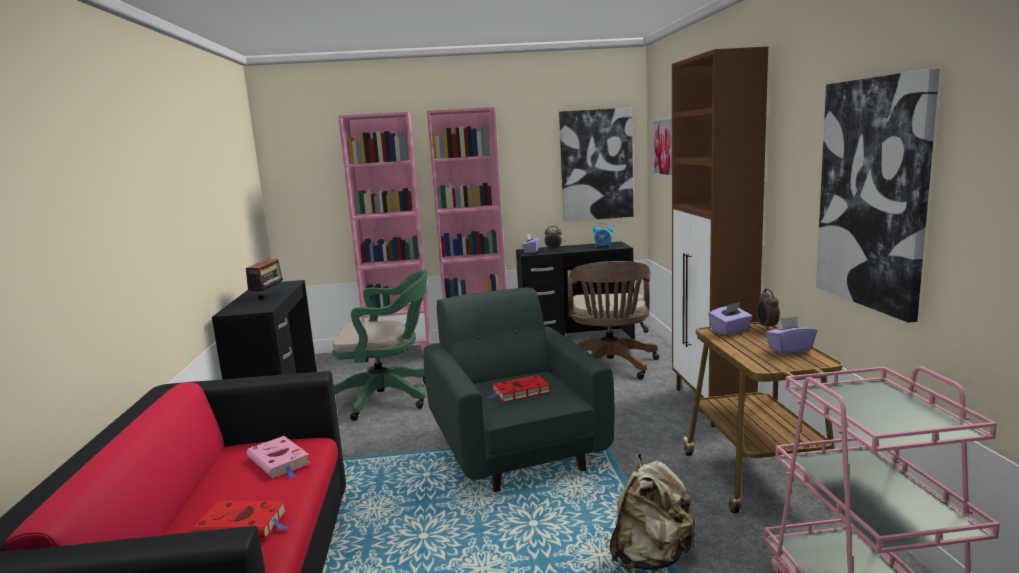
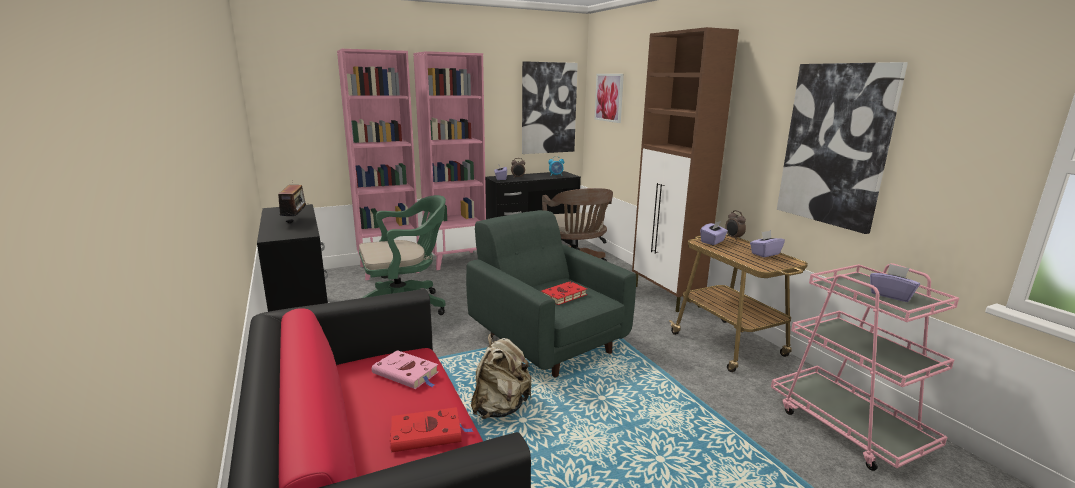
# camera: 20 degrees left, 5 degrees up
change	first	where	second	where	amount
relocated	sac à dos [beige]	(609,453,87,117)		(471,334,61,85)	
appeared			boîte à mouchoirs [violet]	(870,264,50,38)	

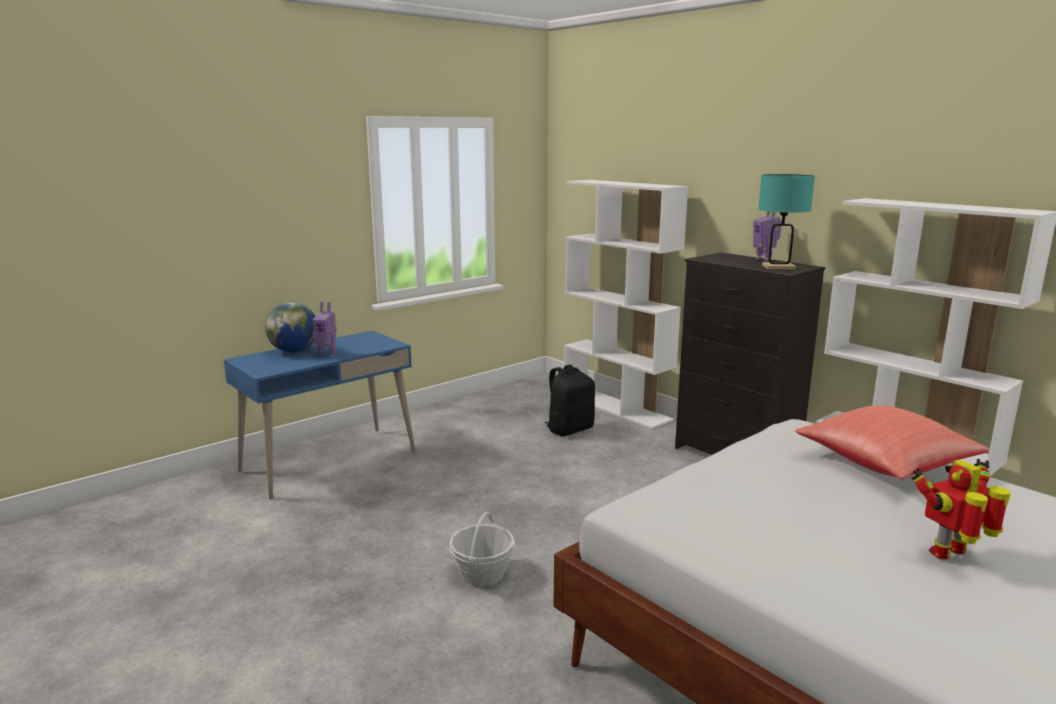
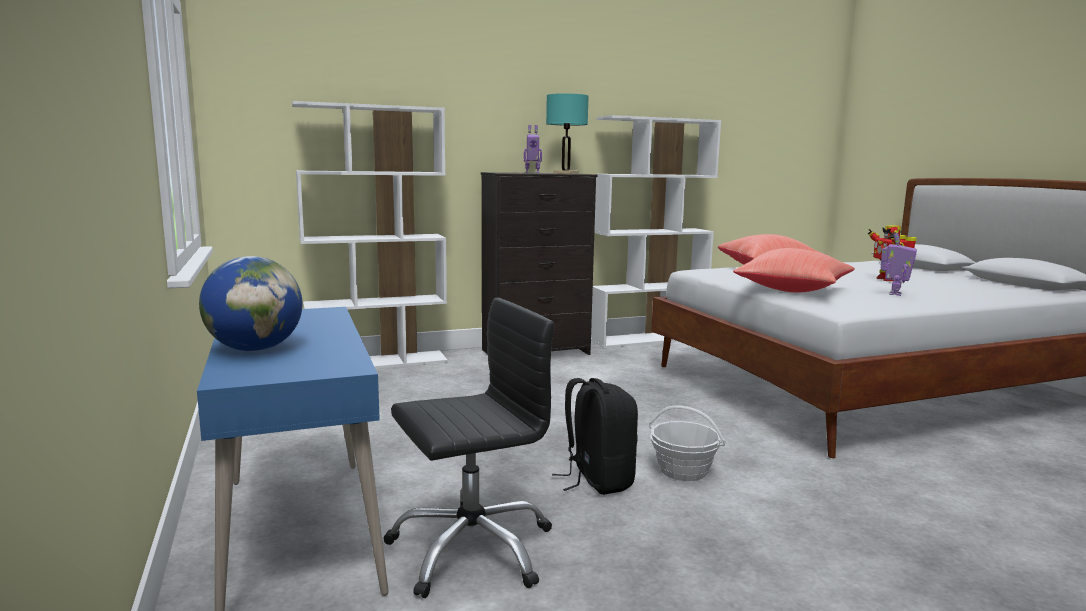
# camera: 70 degrees left, 5 degrees down
change	first	where	second	where	amount
appeared			chaise de bureau [noir]	(383,298,172,300)	
relocated	sac à dos [noir]	(545,364,50,72)		(552,378,86,117)	
appeared			coussin [rouge]	(733,248,122,45)	
relocated	robot jouet	(313,302,24,56)		(881,233,36,63)	

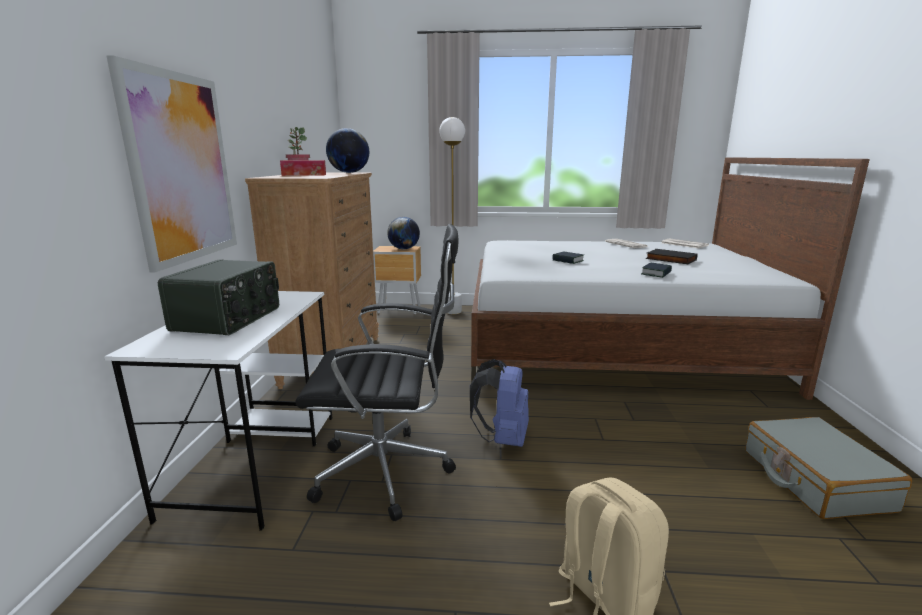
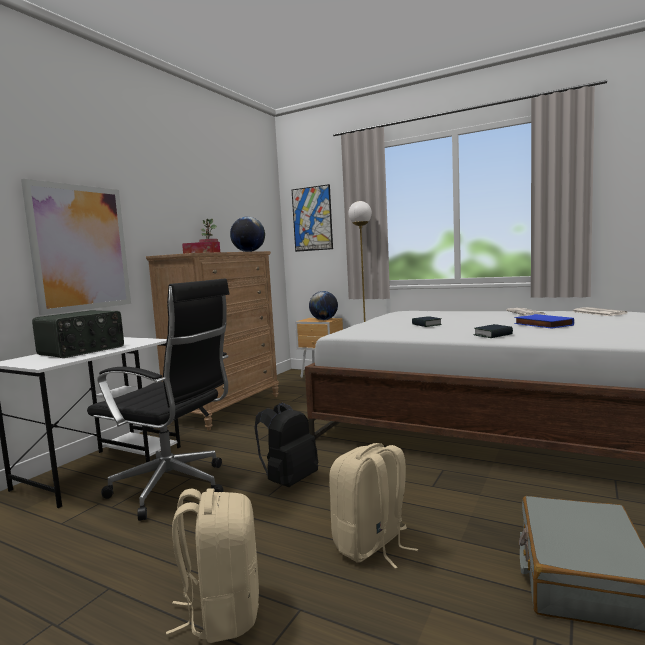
# camera: 25 degrees right, 10 degrees down
change	first	where	second	where	amount
colour	sac à dos [bleu]	(470,359,59,88)	sac à dos [noir]	(254,403,64,84)	
appeared			tableau	(292,184,41,68)	
appeared			sac à dos [beige]	(329,443,89,126)	
colour	livre [noir]	(645,249,53,15)	livre [bleu]	(514,314,60,15)	

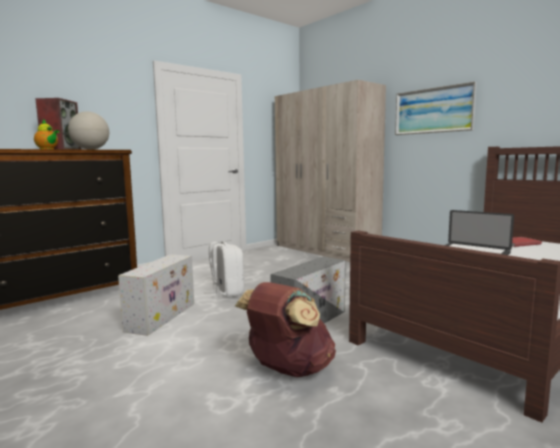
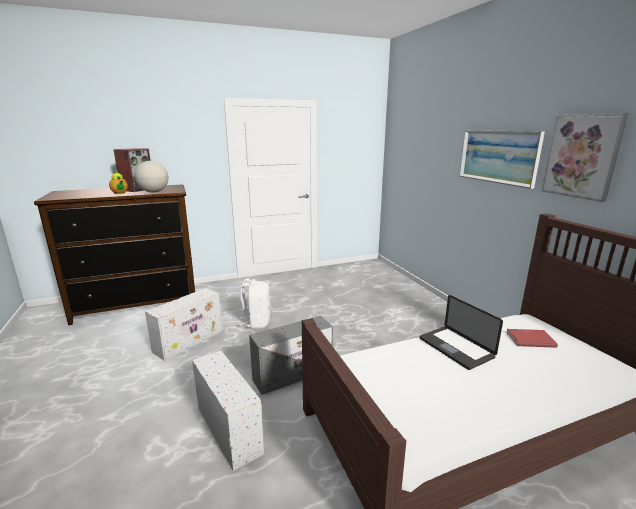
# camera: 20 degrees right, 10 degrees up
change	first	where	second	where	amount
exchanged	sac à dos [marron]	(235,282,101,95)	boîte de rangement [blanc]	(192,350,72,121)	
appeared			tableau	(541,113,88,89)	
missing	armoire [beige]	(275,80,111,182)			

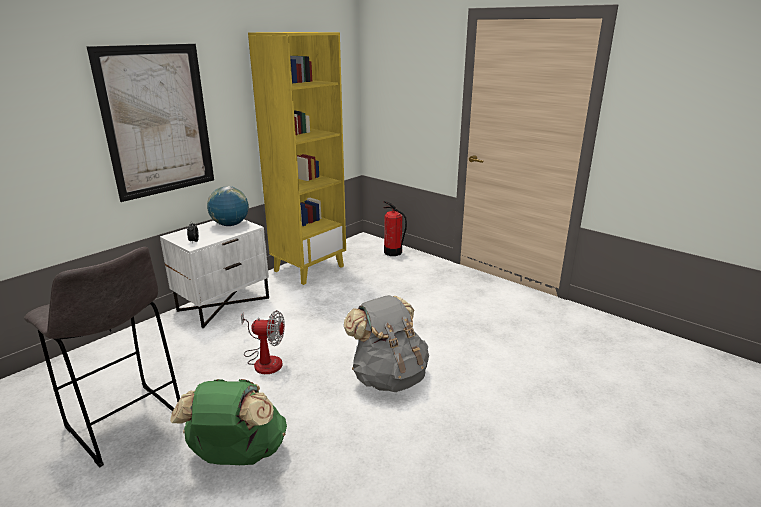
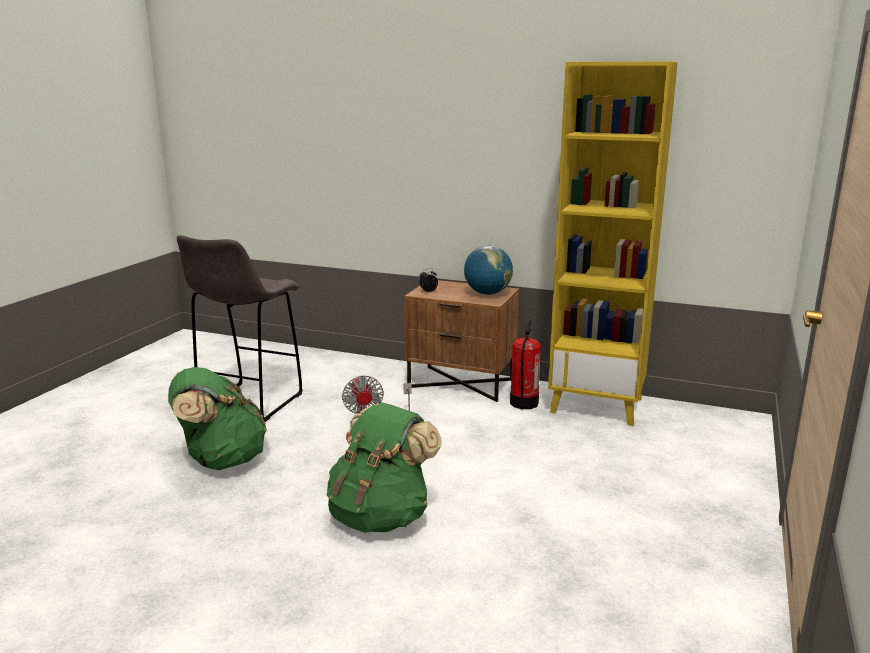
# camera: 70 degrees right, 5 degrees down
change	first	where	second	where	amount
colour	sac à dos [gris]	(344,295,85,97)	sac à dos [vert]	(327,403,115,130)	
colour	table de chevet [blanc]	(160,220,109,108)	table de chevet [marron]	(404,280,115,122)	
relocated	extincteur	(383,201,24,55)		(510,320,31,89)	
missing	tableau	(86,44,128,158)			

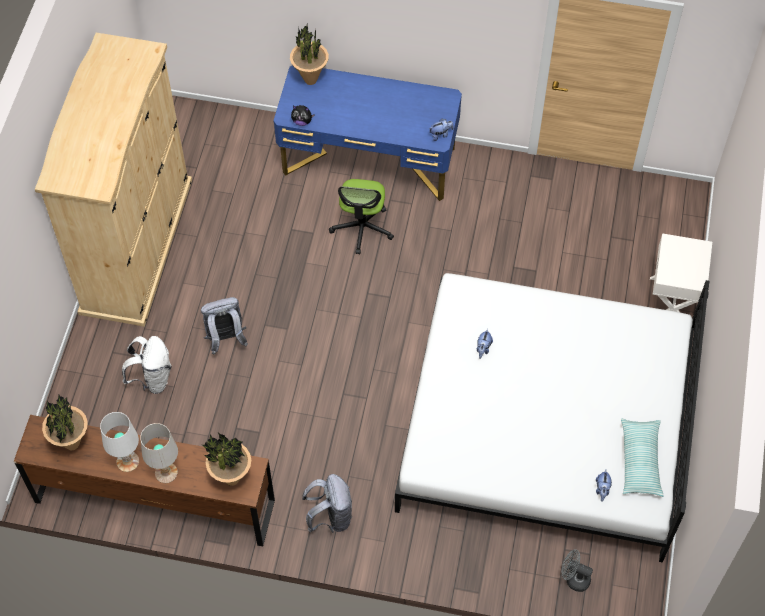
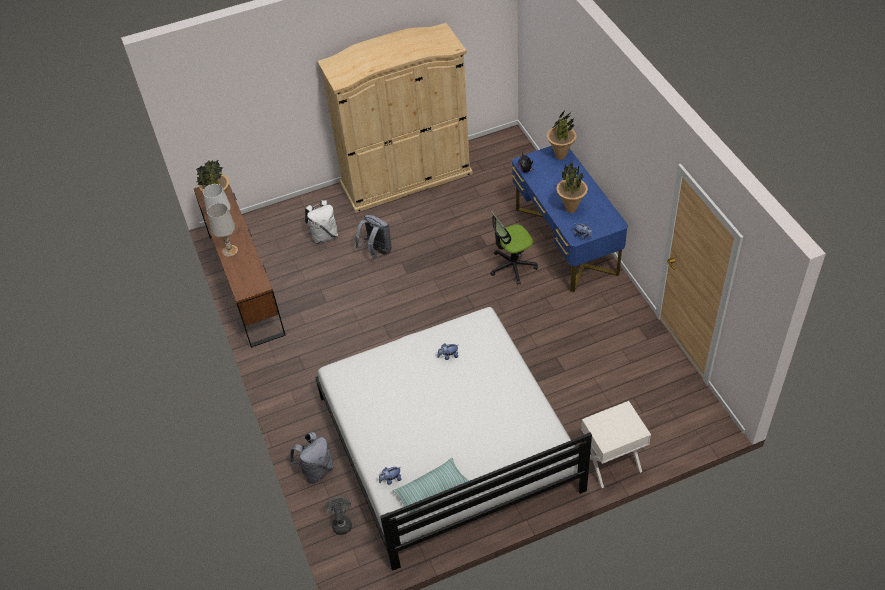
# camera: 60 degrees right, 10 degrees down
change	first	where	second	where	amount
relocated	sac à dos [gris]	(302,474,50,59)		(290,432,44,52)	
relocated	plante en pot	(202,433,49,53)		(556,161,32,52)	

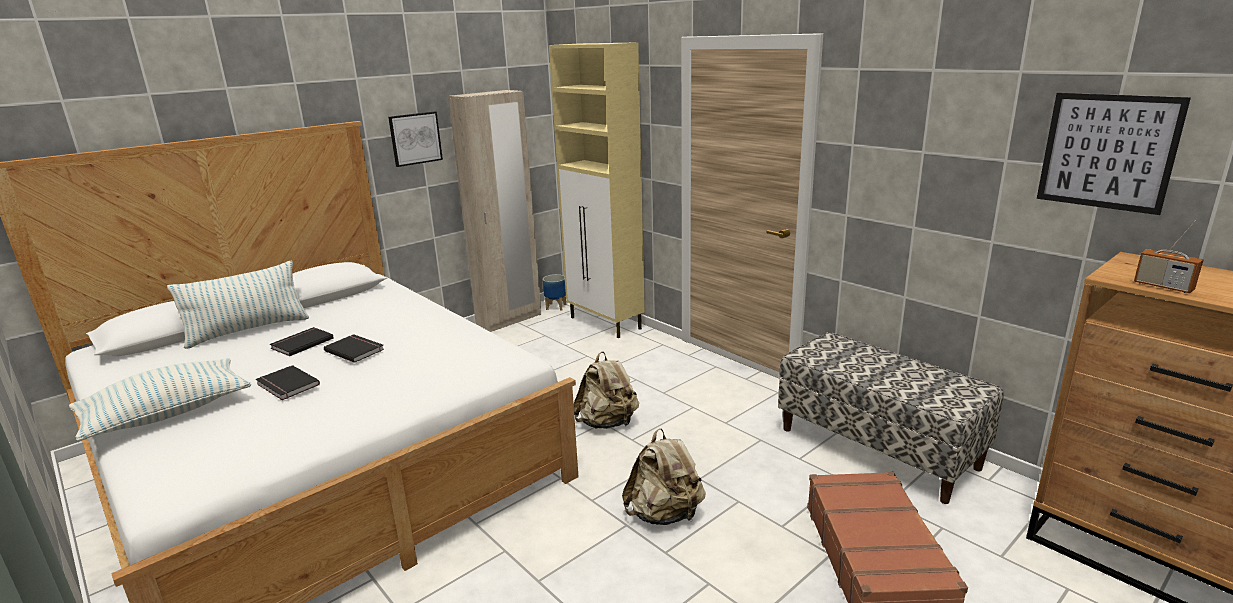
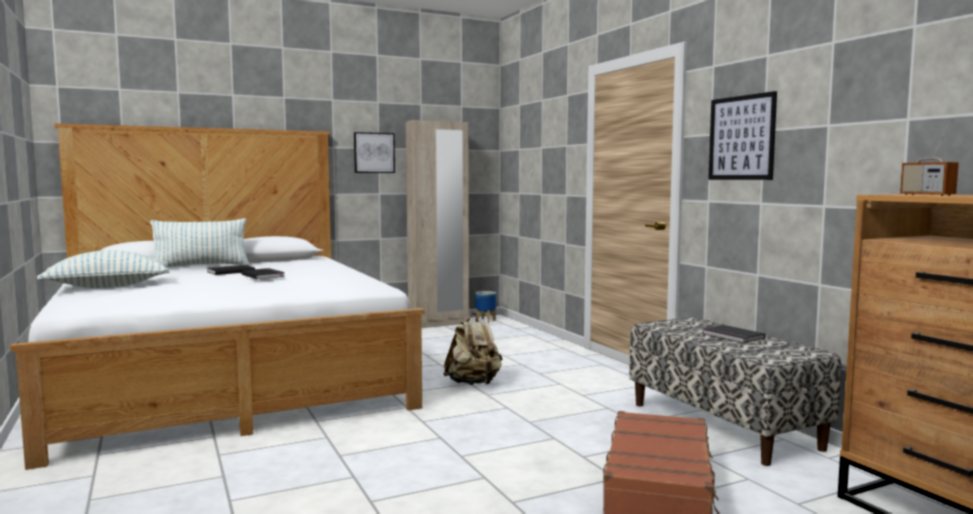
# camera: 15 degrees right, 15 degrees down
change	first	where	second	where	amount
relocated	livre [noir]	(256,365,64,35)		(702,325,63,18)	
relocated	tableau	(1037,93,154,122)		(708,91,69,89)	
missing	meuble de rangement [beige]	(549,42,96,296)			
missing	sac à dos [beige]	(622,428,84,97)			

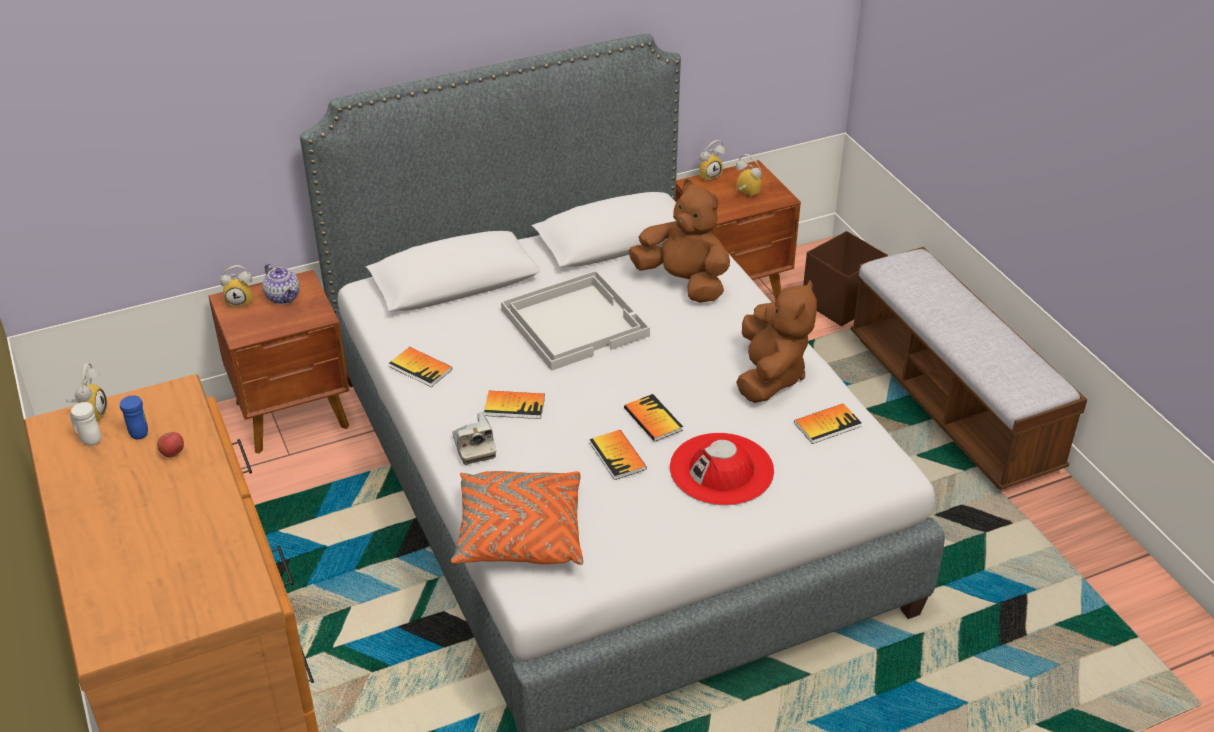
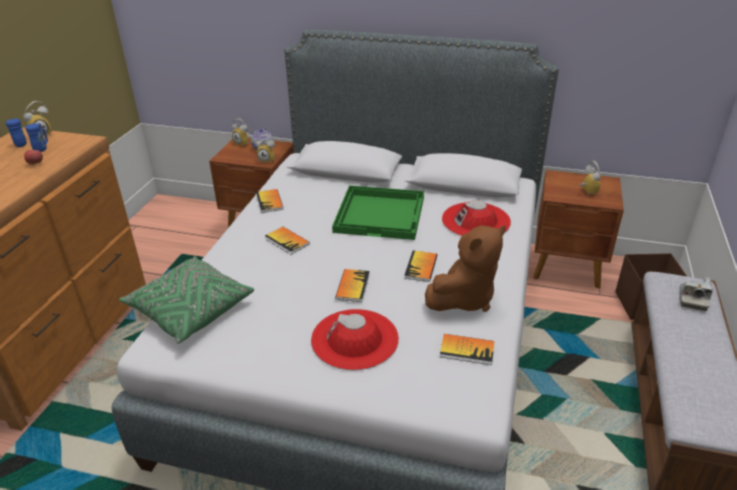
# camera: 40 degrees right, 5 degrees down
change	first	where	second	where	amount
colour	mug [blanc]	(70,402,31,44)	mug [bleu]	(6,119,21,28)	
colour	coussin [orange]	(451,471,132,94)	coussin [vert]	(119,256,135,87)	
relocated	réveil	(698,140,28,42)		(256,135,19,28)	
colour	plateau [blanc]	(501,270,149,101)	plateau [vert]	(332,186,92,54)	
relocated	livre	(590,430,57,50)		(404,251,33,31)	
exchanged	peluche [marron]	(629,179,101,124)	chapeau [rouge]	(442,200,69,36)	
relocated	appareil photo	(453,412,43,53)		(679,277,34,34)	

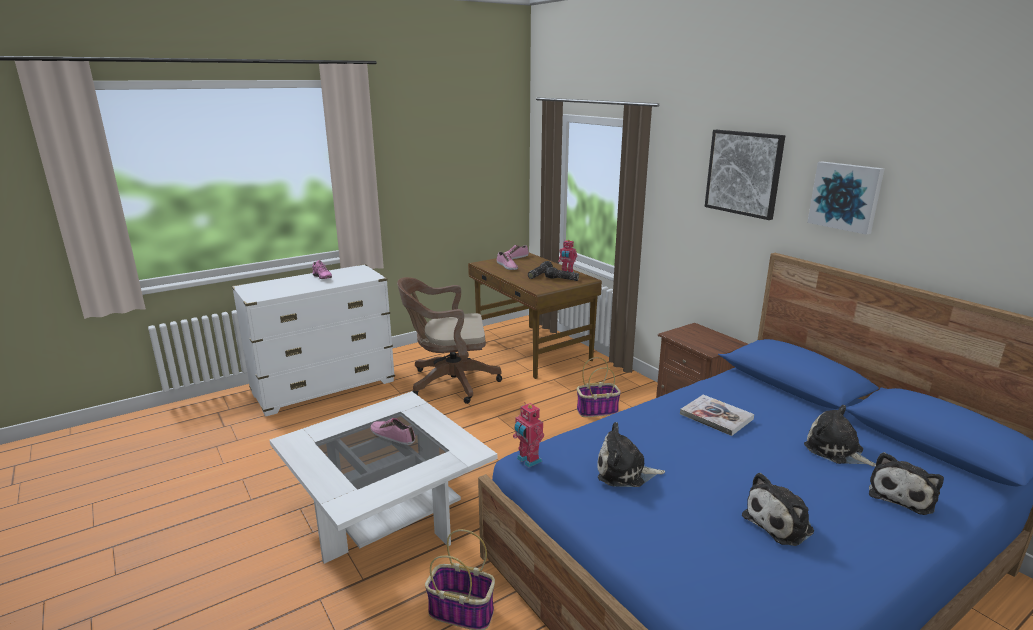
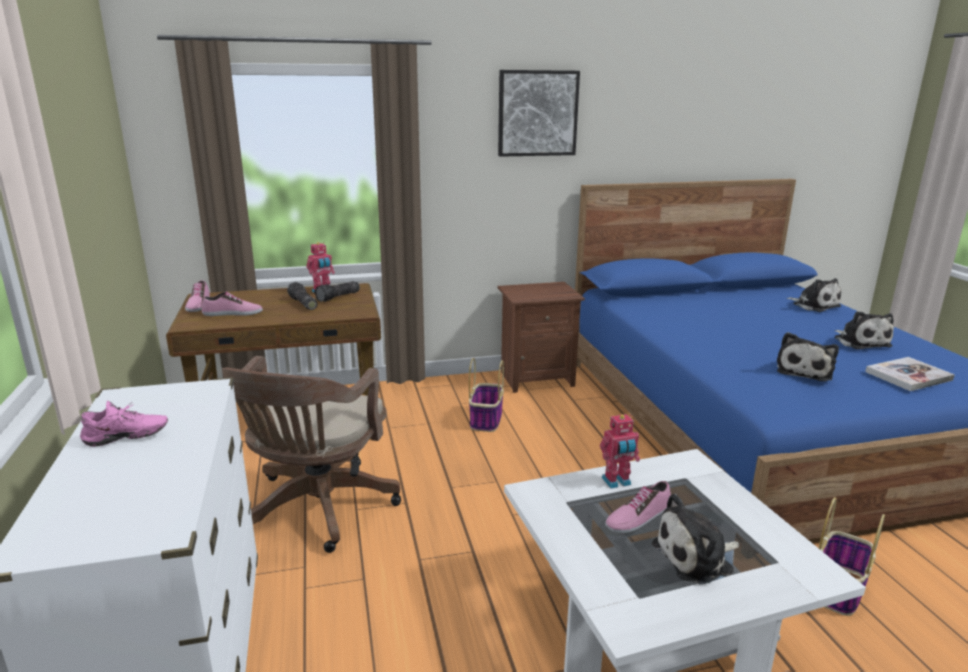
# camera: 70 degrees left, 0 degrees up
change	first	where	second	where	amount
relocated	robot jouet	(513,402,31,66)		(600,414,40,75)	
relocated	peluche	(804,405,72,62)		(652,494,87,90)	
relocated	livre	(680,395,74,41)		(865,357,90,34)	
missing	tableau	(807,161,77,74)			

